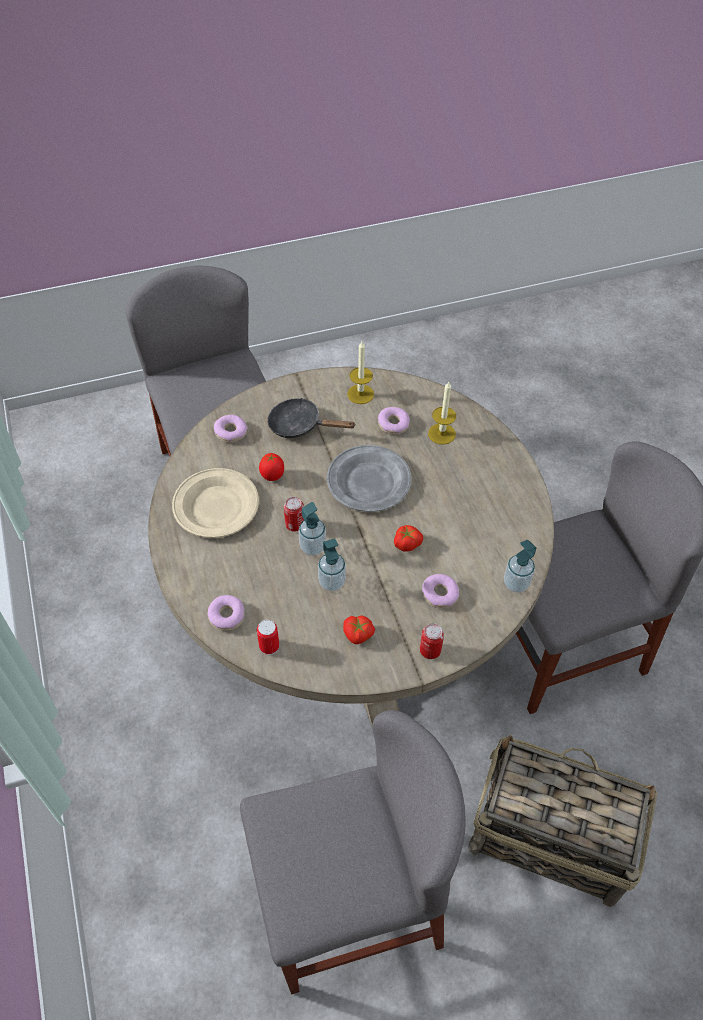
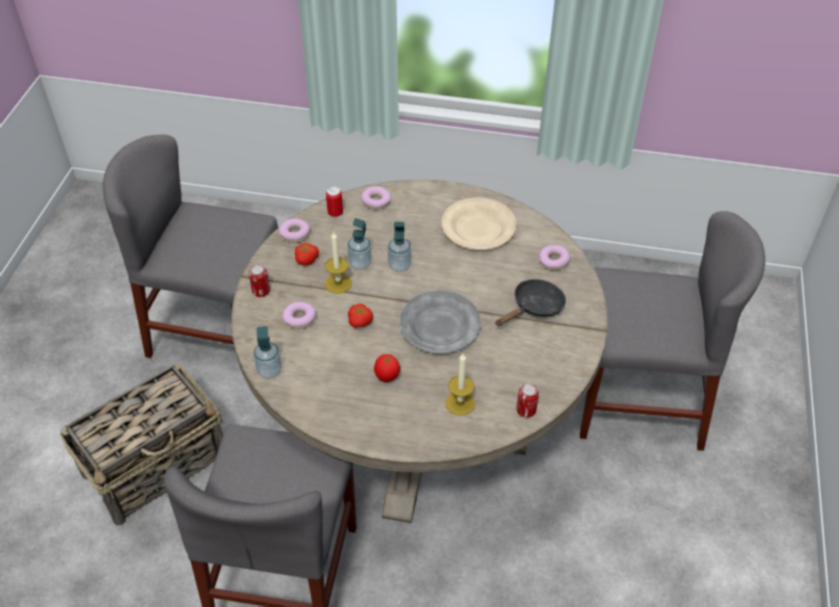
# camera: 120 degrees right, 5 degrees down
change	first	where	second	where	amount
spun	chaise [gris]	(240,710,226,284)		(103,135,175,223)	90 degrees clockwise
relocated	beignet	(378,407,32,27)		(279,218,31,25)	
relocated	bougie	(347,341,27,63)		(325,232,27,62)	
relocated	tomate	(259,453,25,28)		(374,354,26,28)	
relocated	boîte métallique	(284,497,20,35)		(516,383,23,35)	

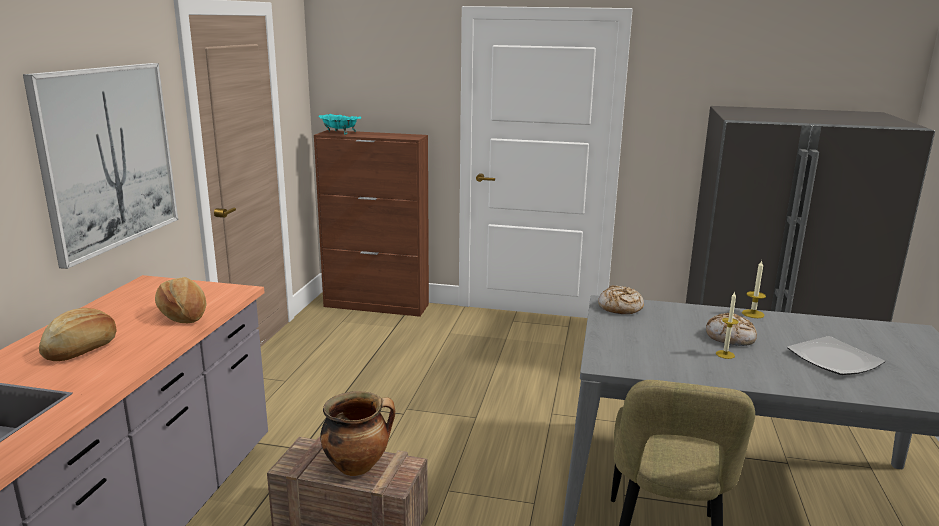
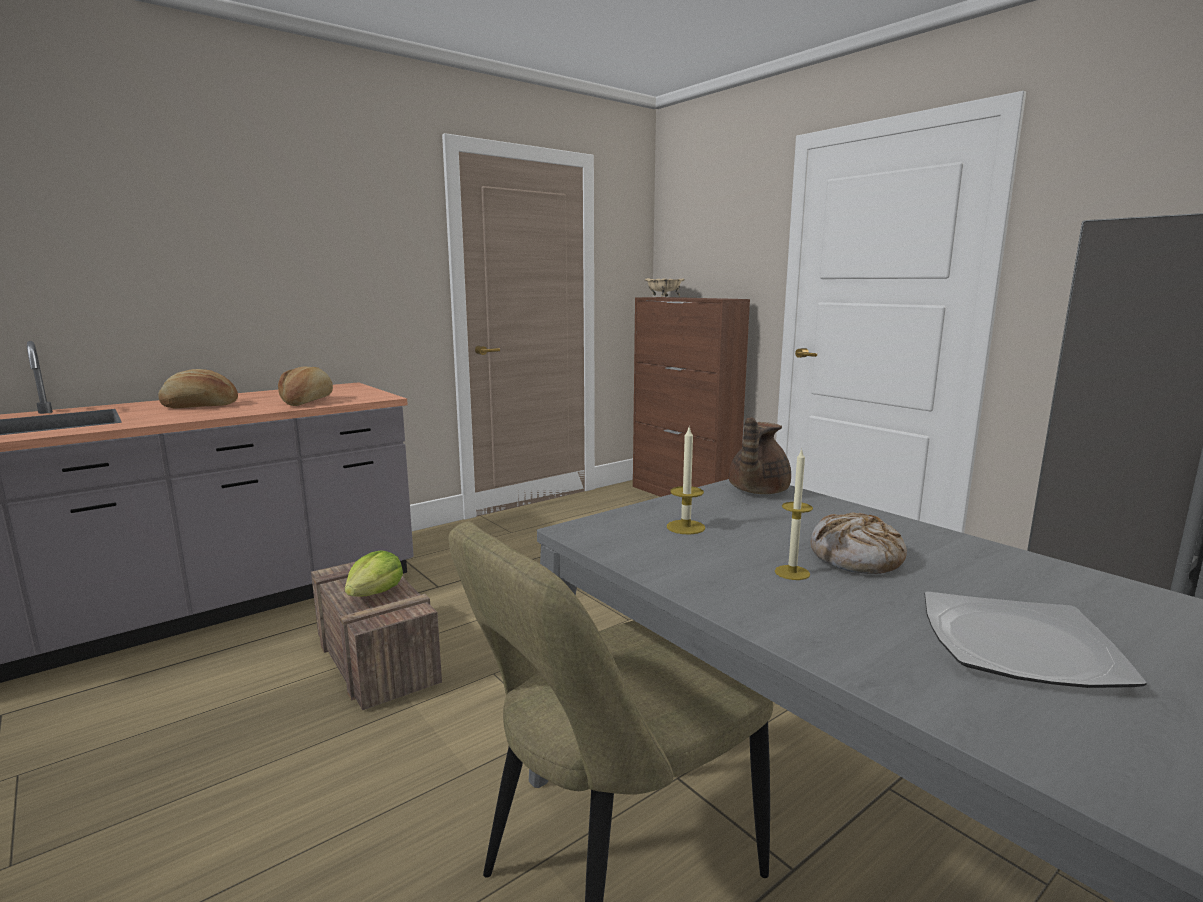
# camera: 40 degrees right, 5 degrees down
change	first	where	second	where	amount
exchanged	marmite	(320,391,75,85)	laitue	(345,550,58,47)	
colour	bol [turquoise]	(318,114,43,20)	bol [beige]	(645,278,40,19)	
relocated	bougie	(742,261,24,57)		(667,425,38,109)	
exchanged	pain	(598,286,46,28)	théière [marron]	(729,418,62,76)	
missing	tableau	(23,63,155,206)			

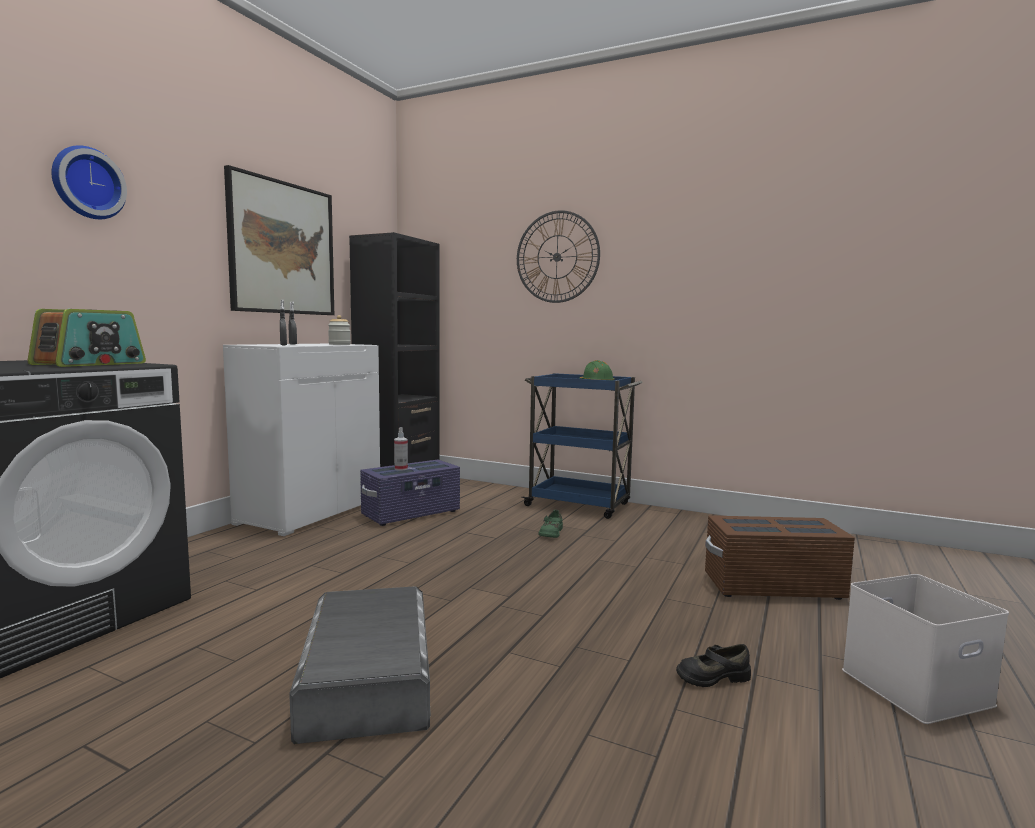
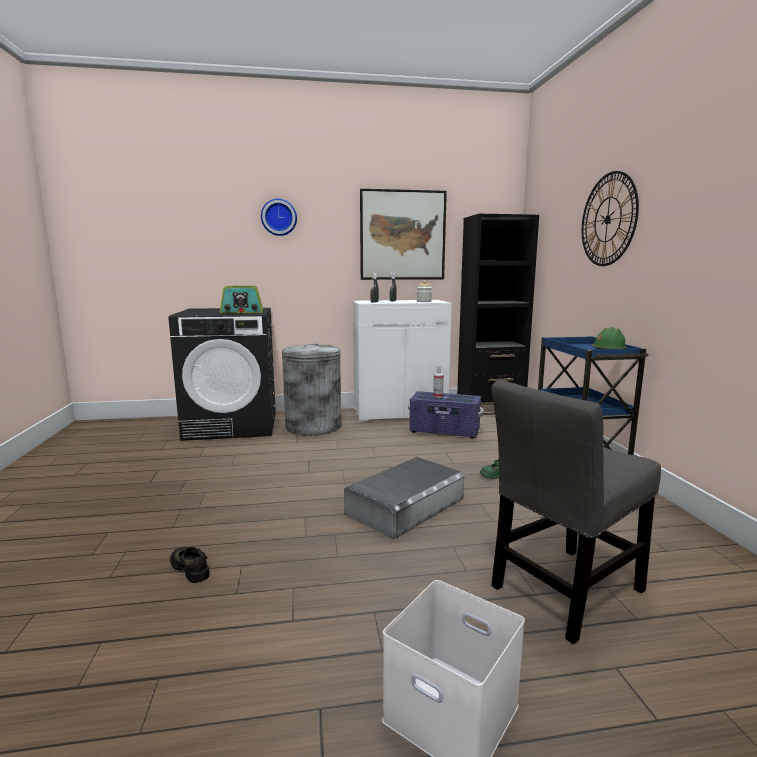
# camera: 55 degrees right, 5 degrees up
change	first	where	second	where	amount
relocated	chaussure [noir]	(676,644,75,43)		(170,547,39,36)	
appeared			poubelle [gris]	(282,343,59,93)	
relocated	boîte de rangement [gris]	(289,586,142,158)		(344,457,120,82)	
exchanged	boîte de rangement [marron]	(705,515,150,85)	chaise [gris]	(491,380,170,264)	

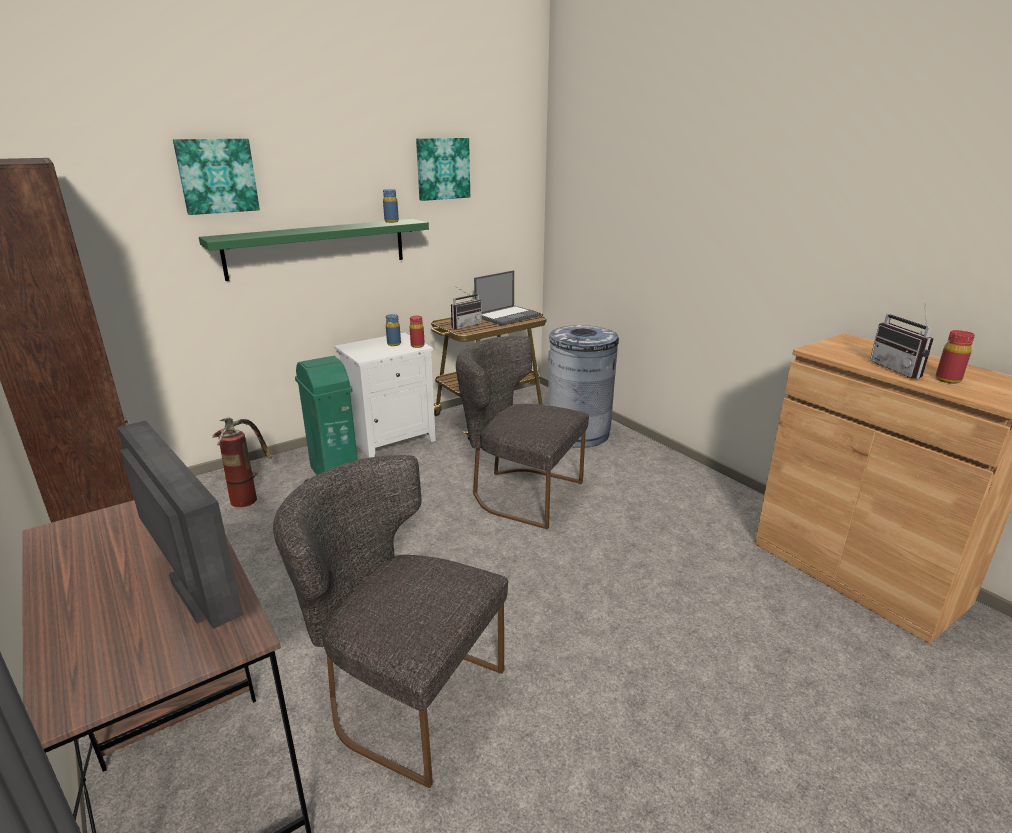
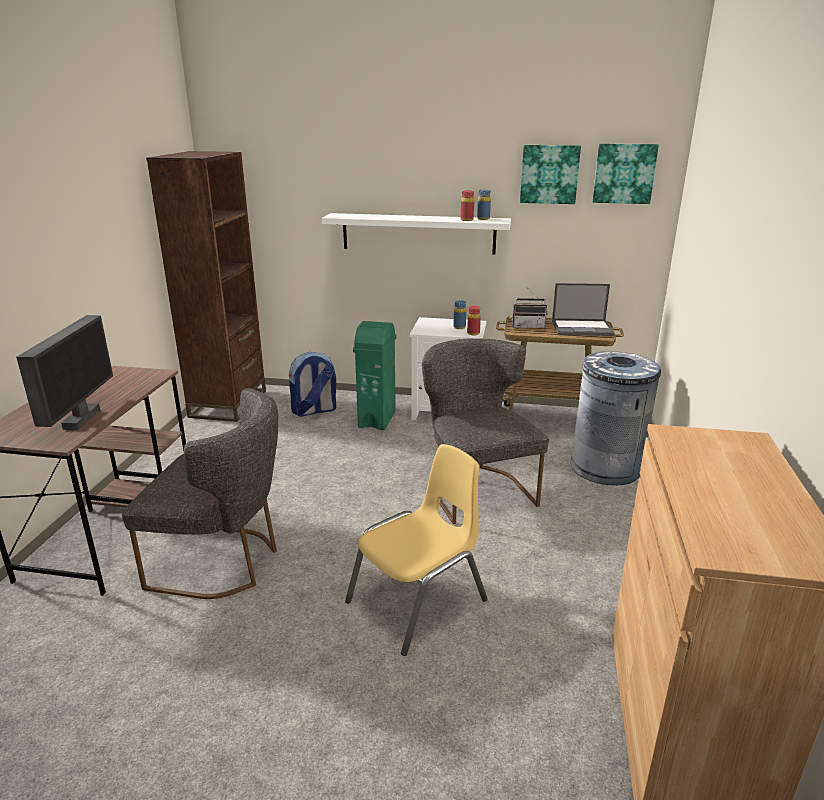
# camera: 45 degrees right, 0 degrees up
change	first	where	second	where	amount
spun	chaise [gris]	(273,455,235,333)		(122,388,156,211)	120 degrees clockwise
exchanged	extincteur	(212,417,60,90)	sac à dos	(288,352,48,65)	
colour	étagère [vert]	(199,219,230,62)	étagère [blanc]	(321,213,190,41)	
appeared			chaise [jaune]	(345,444,143,212)	
relocated	bouteille [rouge]	(935,330,40,54)		(461,191,13,30)	
relocated	tableau	(173,139,87,76)		(592,143,67,61)	
missing	radio	(870,304,64,75)			

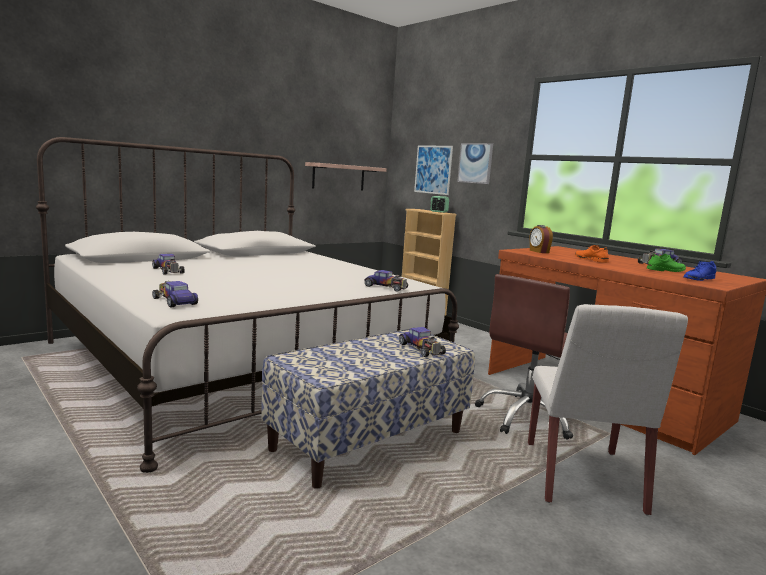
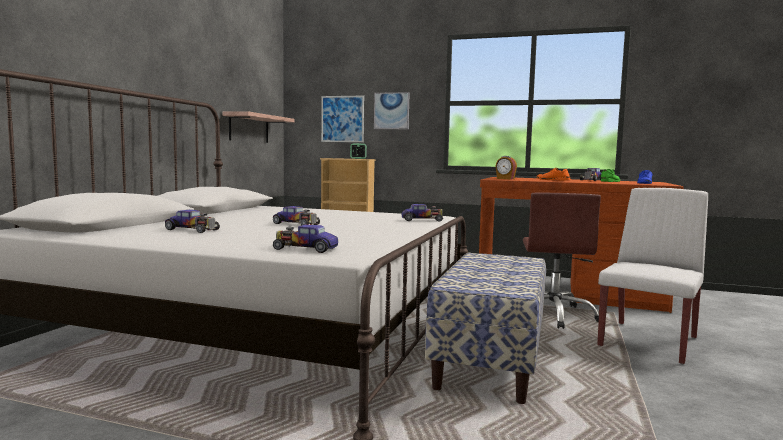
# camera: 30 degrees left, 5 degrees down
change	first	where	second	where	amount
relocated	petite voiture	(399,327,47,30)		(273,206,47,19)	
spun	chaise [blanc]	(528,304,160,212)		(597,188,111,177)	120 degrees counterclockwise

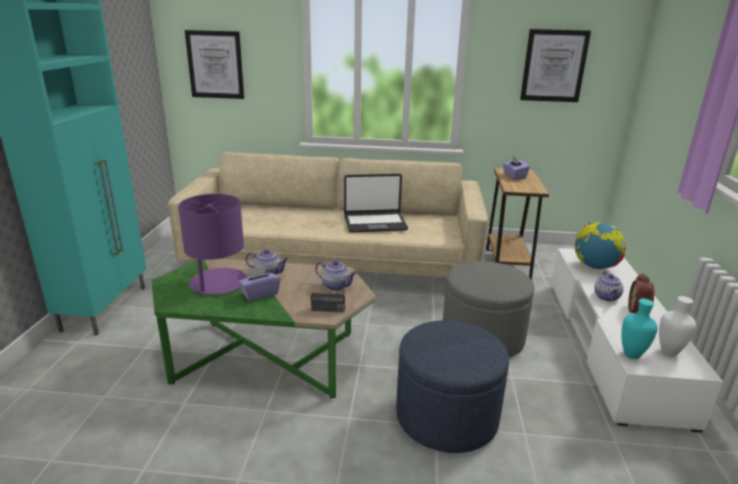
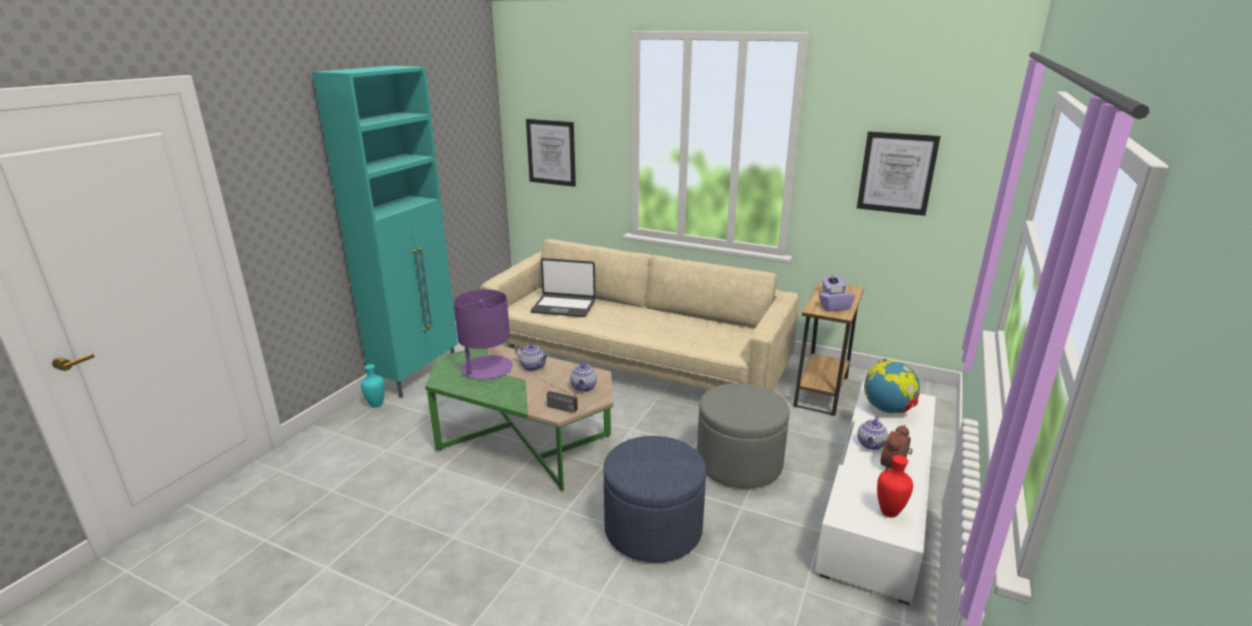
# camera: 20 degrees right, 0 degrees up
change	first	where	second	where	amount
relocated	vase [turquoise]	(621,299,37,60)		(361,364,24,44)	
relocated	ordinateur portable	(344,174,64,59)		(531,258,65,59)	
spun	théière	(315,261,42,30)		(570,361,27,31)	45 degrees clockwise
relocated	boîte à mouchoirs [violet]	(238,266,43,36)		(819,284,36,27)	
colour	vase [blanc]	(659,296,37,60)	vase [rouge]	(877,455,36,63)	

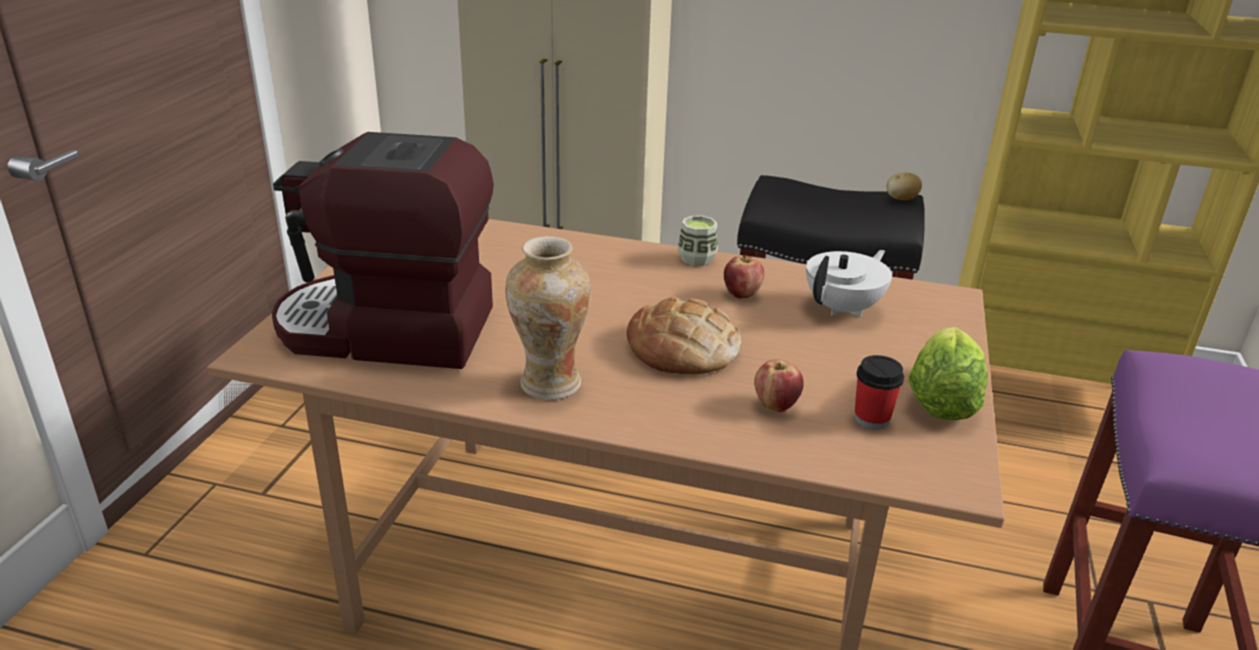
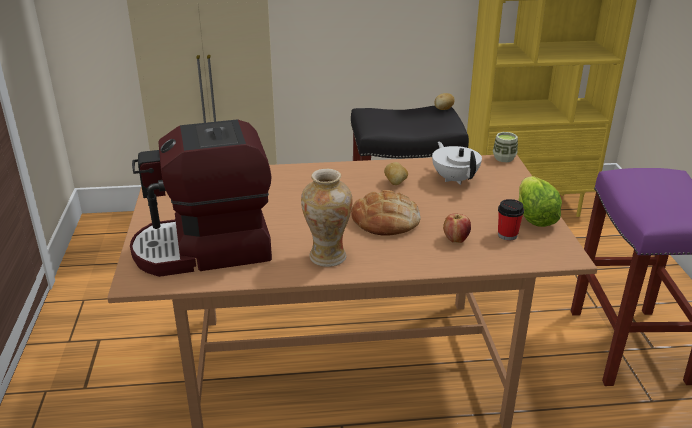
# camera: 20 degrees left, 0 degrees up
change	first	where	second	where	amount
exchanged	pomme	(724,255,40,43)	pomme de terre	(384,162,24,23)	
spun	théière [blanc]	(806,250,86,67)		(432,142,50,43)	45 degrees counterclockwise
relocated	tasse	(678,216,40,50)		(493,132,25,30)	

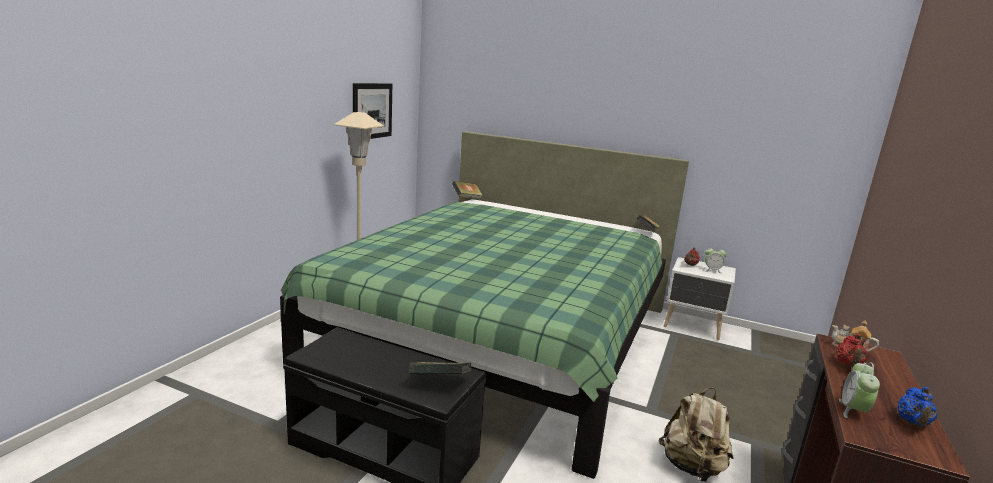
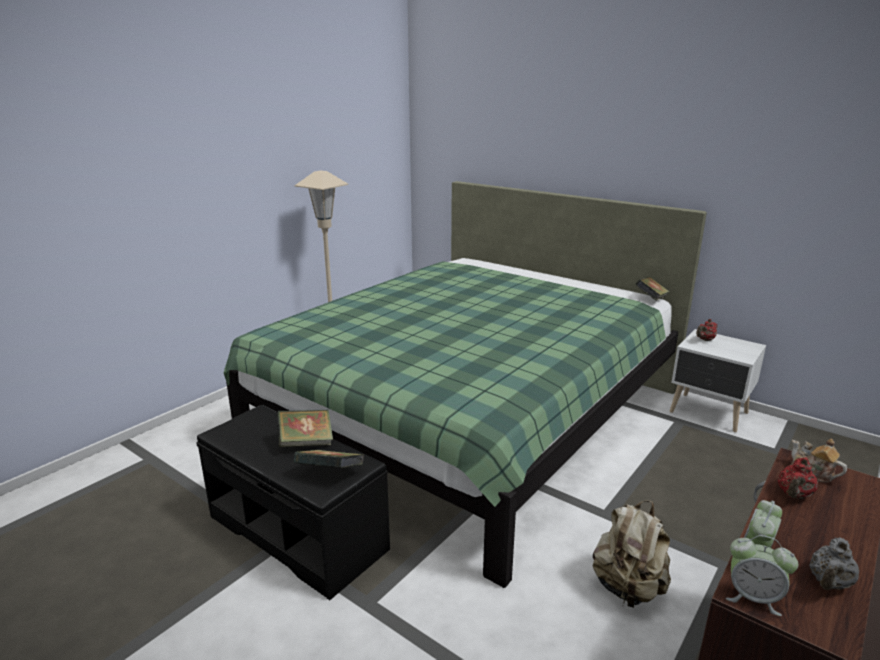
# camera: 15 degrees right, 5 degrees up
change	first	where	second	where	amount
relocated	livre	(452,181,31,19)		(277,409,56,38)	
relocated	réveil	(705,246,22,27)		(726,535,73,81)	
colour	théière [bleu]	(897,387,40,40)	théière [gris]	(809,537,50,53)	
missing	tableau	(353,83,39,56)			

